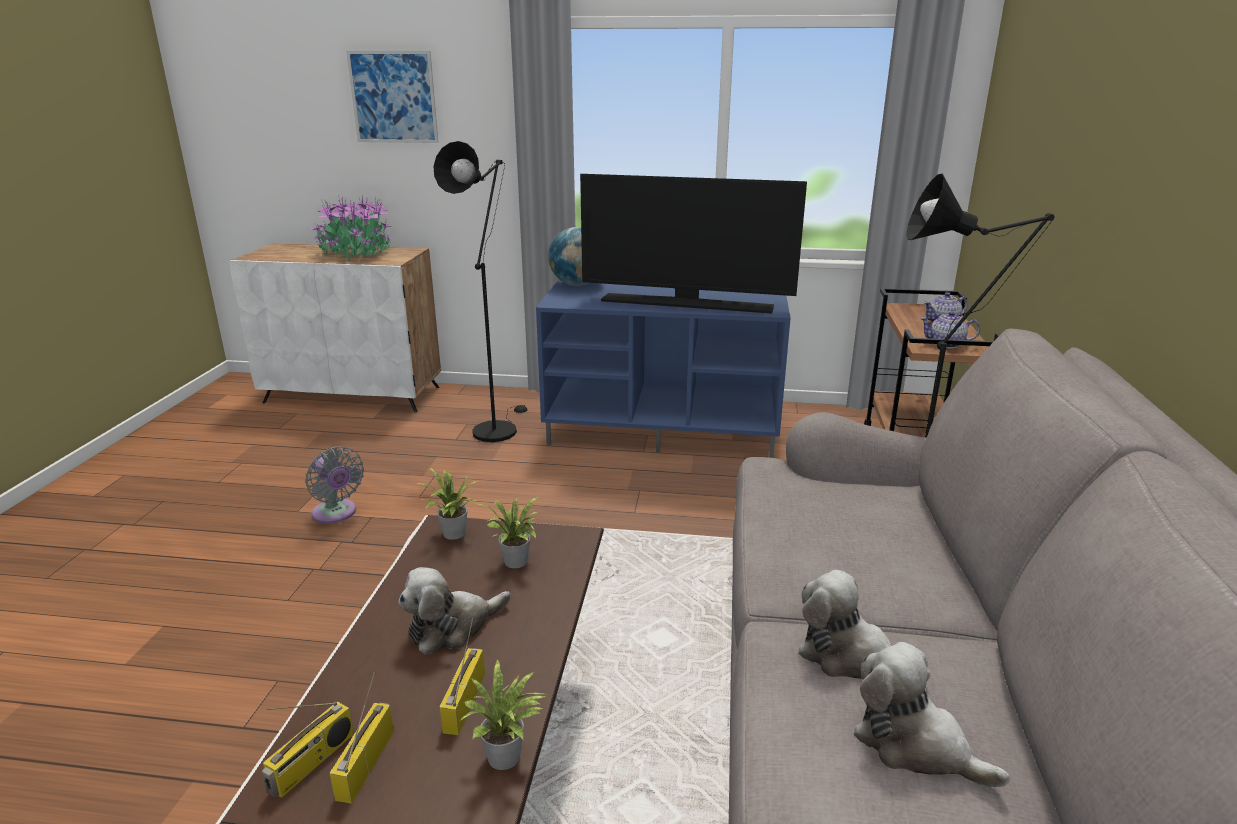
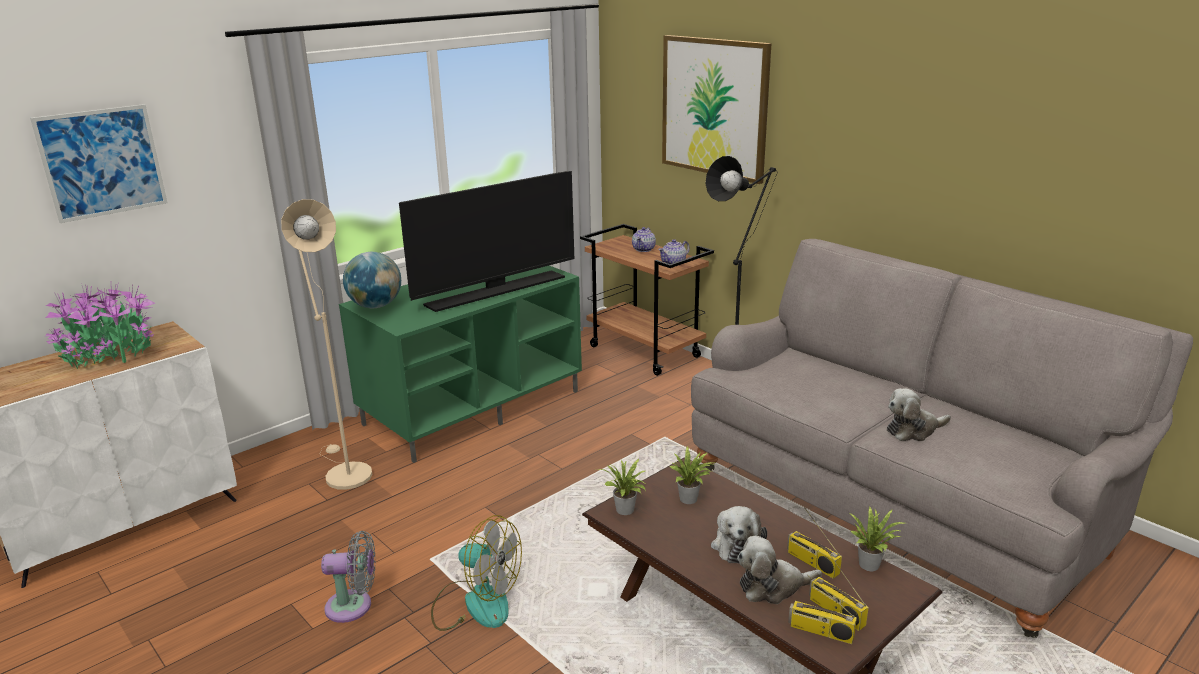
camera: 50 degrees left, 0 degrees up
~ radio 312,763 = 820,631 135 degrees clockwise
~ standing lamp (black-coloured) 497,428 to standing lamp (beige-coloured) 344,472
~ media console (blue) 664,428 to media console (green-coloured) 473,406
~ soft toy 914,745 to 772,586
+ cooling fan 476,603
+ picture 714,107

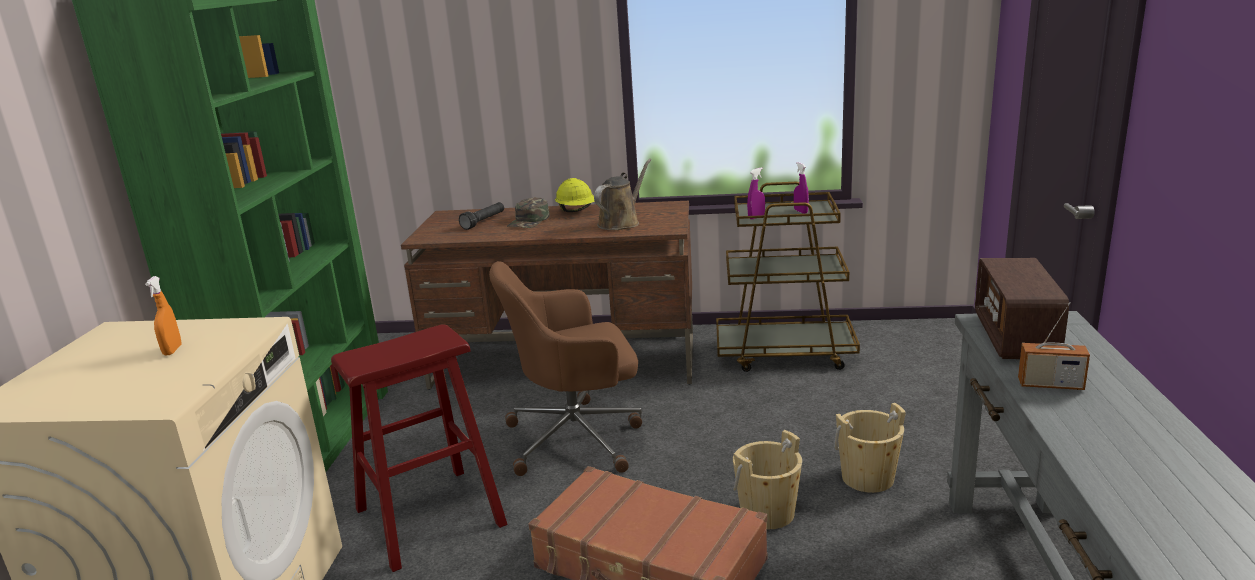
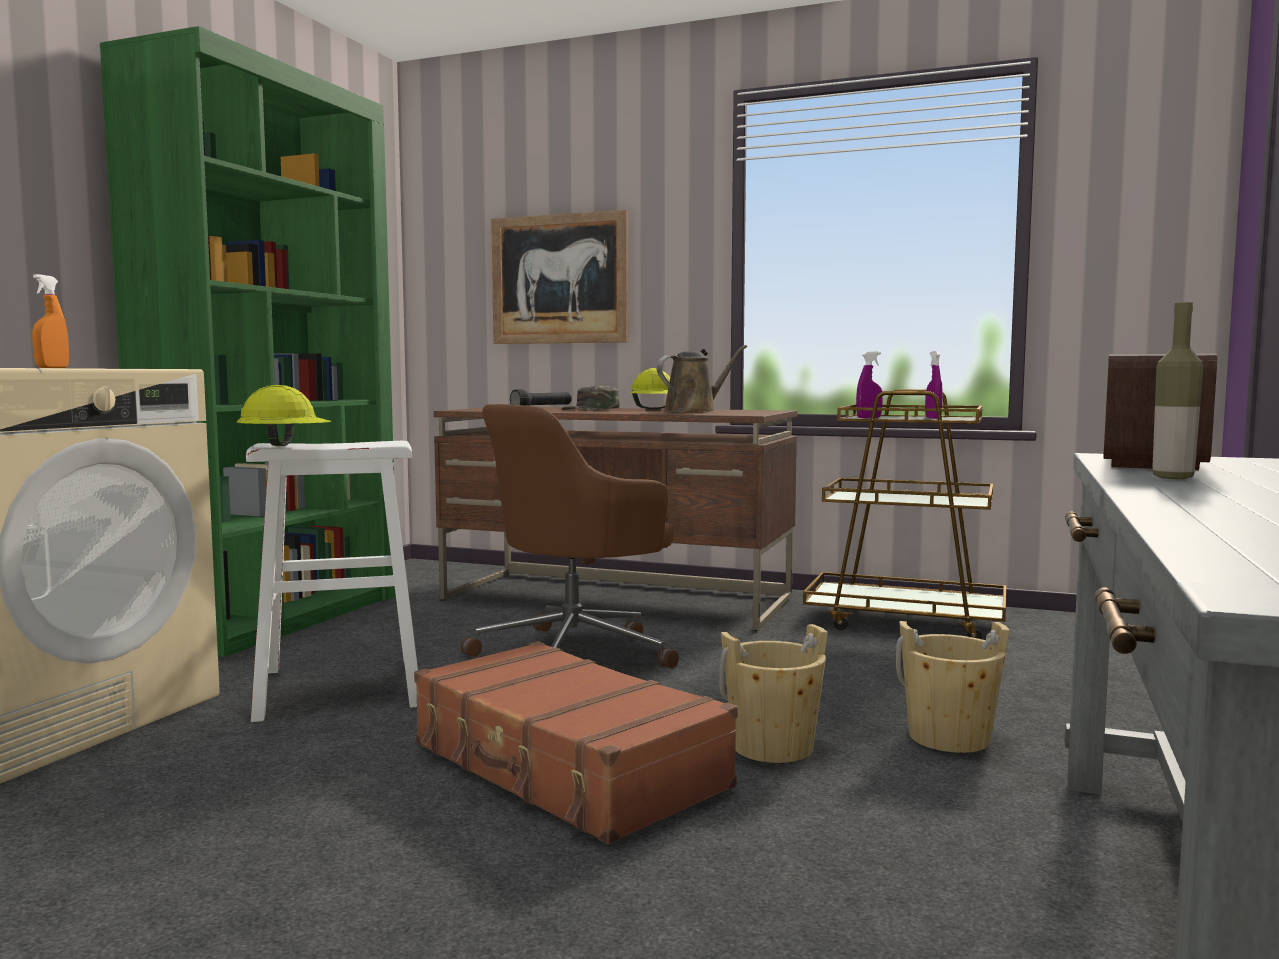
camera: 15 degrees right, 15 degrees down
~ stool (reddish) 430,516 to stool (whitish) 341,687
~ office chair (brownish) 577,438 = 575,653 45 degrees counterclockwise
~ radio 1050,385 to beverage bottle 1172,478
+ safety helmet (yellowish) 286,445
+ picture 559,279

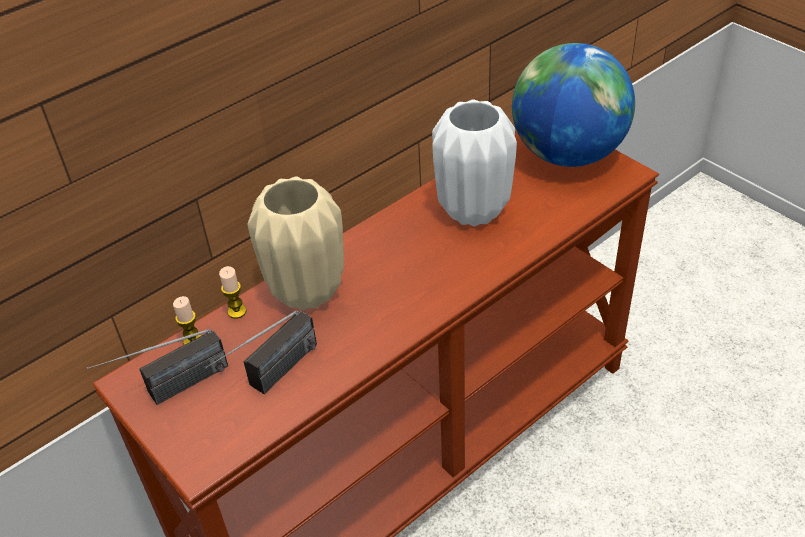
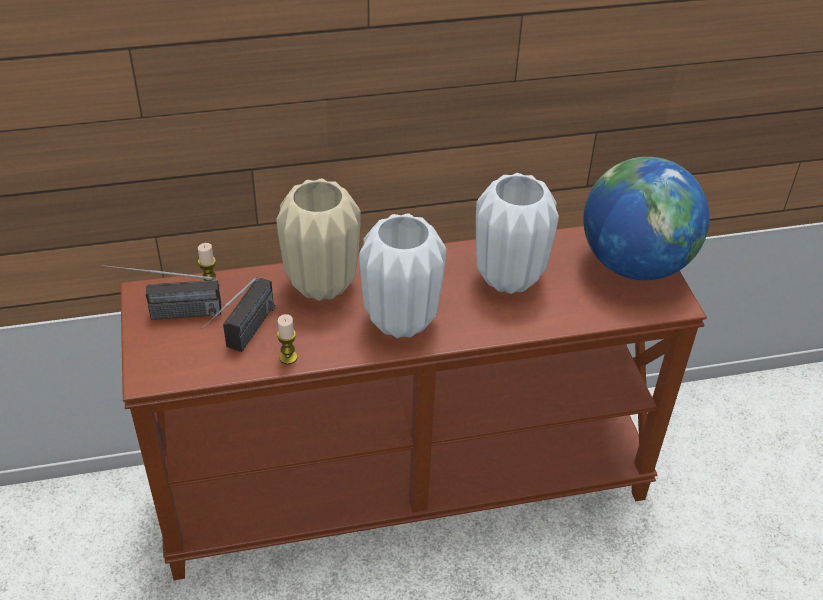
camera: 25 degrees right, 0 degrees up
~ radio 271,379 = 243,339 45 degrees counterclockwise
~ wax candle 237,311 to 288,357
+ flower vase (whitish) 400,321

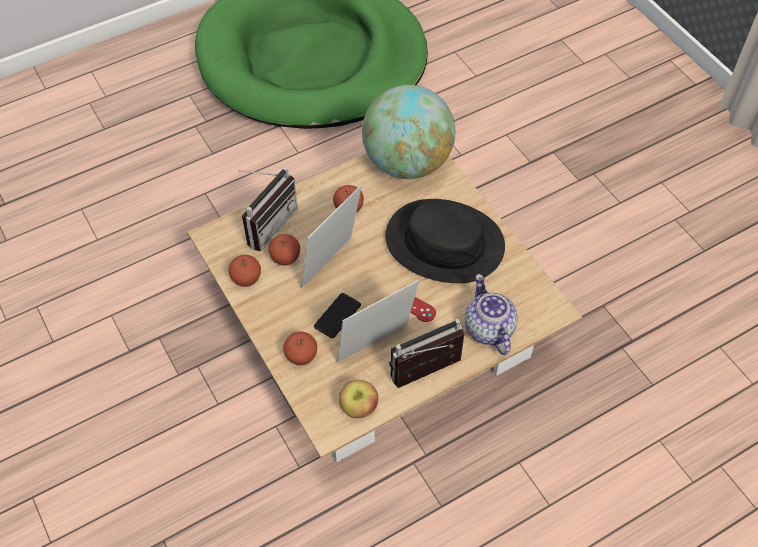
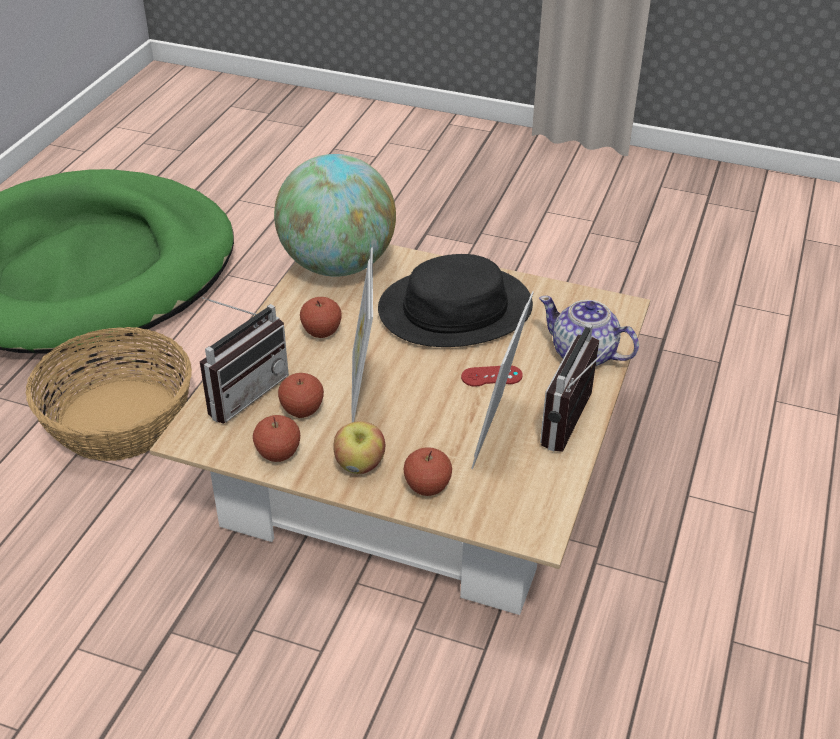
camera: 40 degrees left, 15 degrees down
~ radio 267,223 = 242,391 45 degrees clockwise
- phone 337,316
~ whole apple 358,407 to 360,465
+ basket 120,420

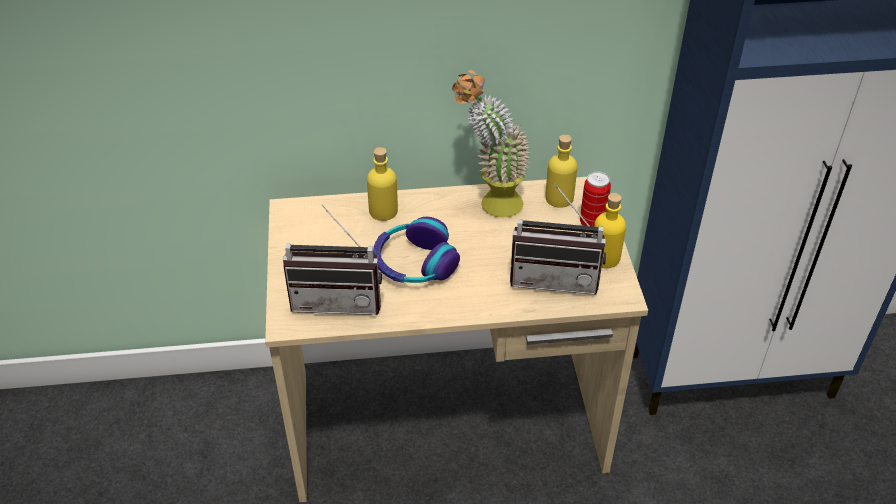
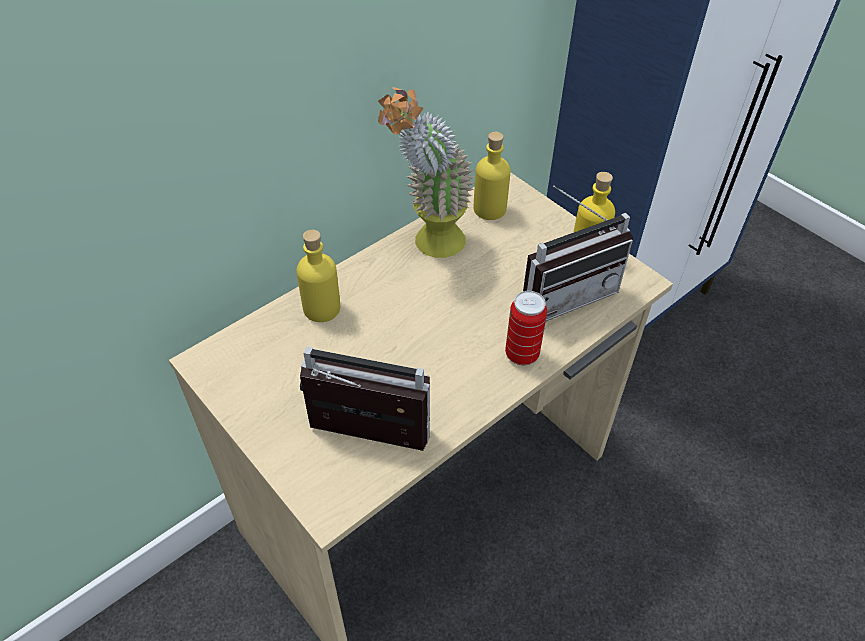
camera: 35 degrees left, 5 degrees up
~ radio 338,299 = 364,441 135 degrees counterclockwise
- pair of headphones 414,263
~ sealed can 592,223 to 522,354

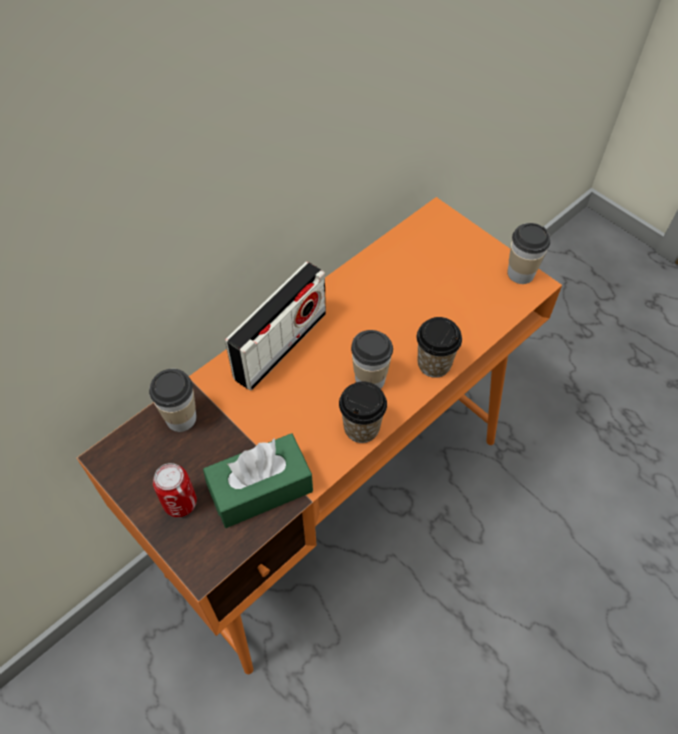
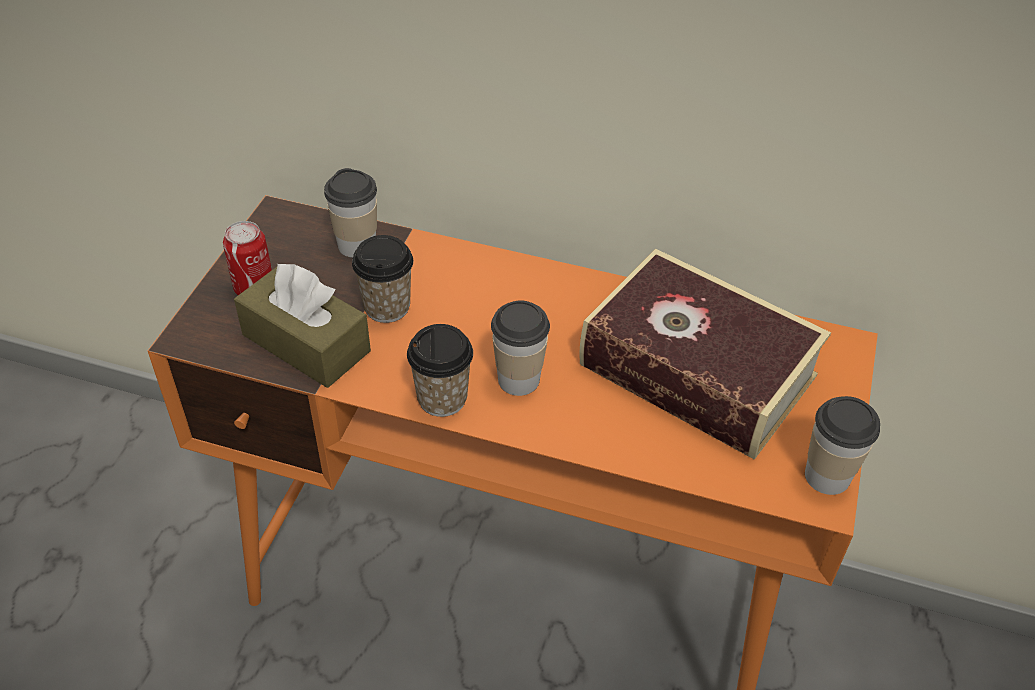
camera: 60 degrees right, 10 degrees down
~ tissue box (green-coloured) 260,489 to tissue box (brownish) 306,343
- radio 280,345
~ small cup 434,364 to 387,307
+ book 697,371

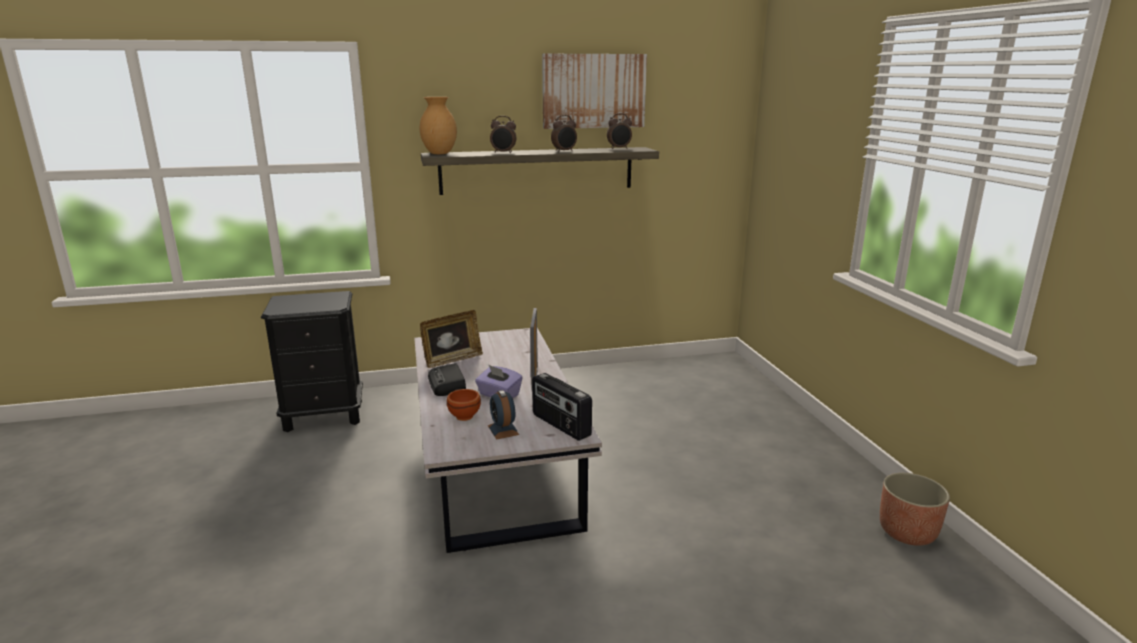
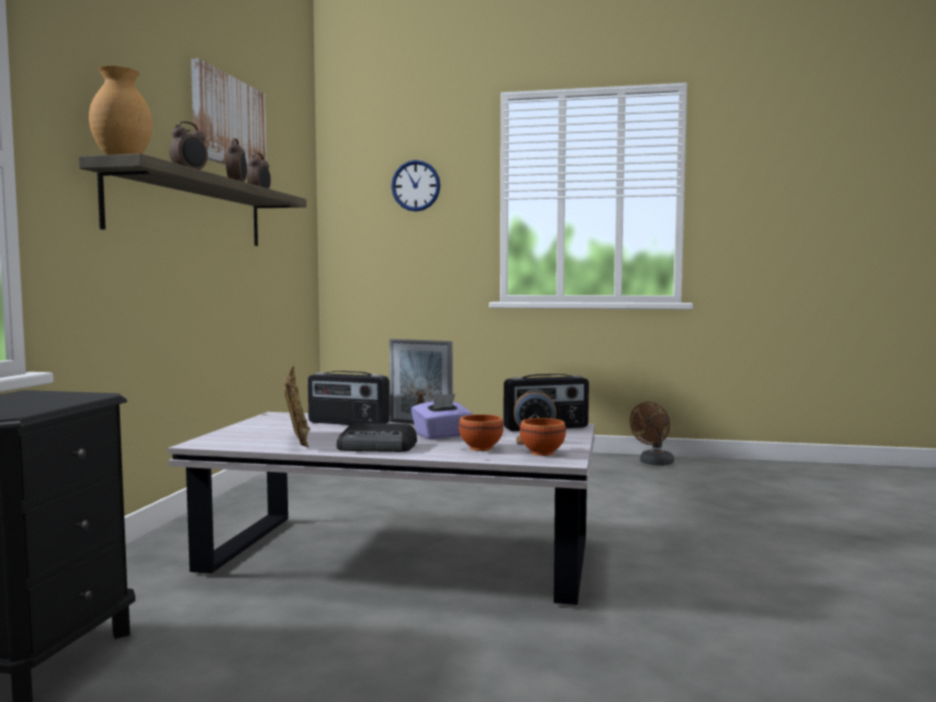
camera: 65 degrees left, 15 degrees down
~ flower pot 907,533 to cooling fan (brownish) 654,463
+ radio 348,423
+ wall clock 415,185
+ deep dish (brownish) 542,453

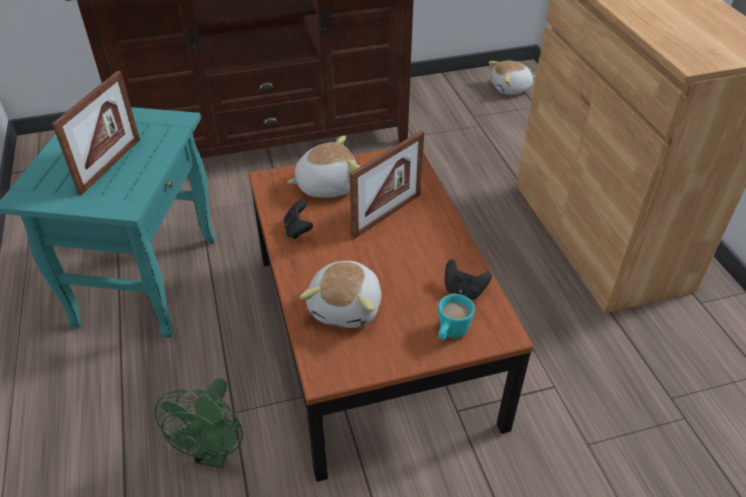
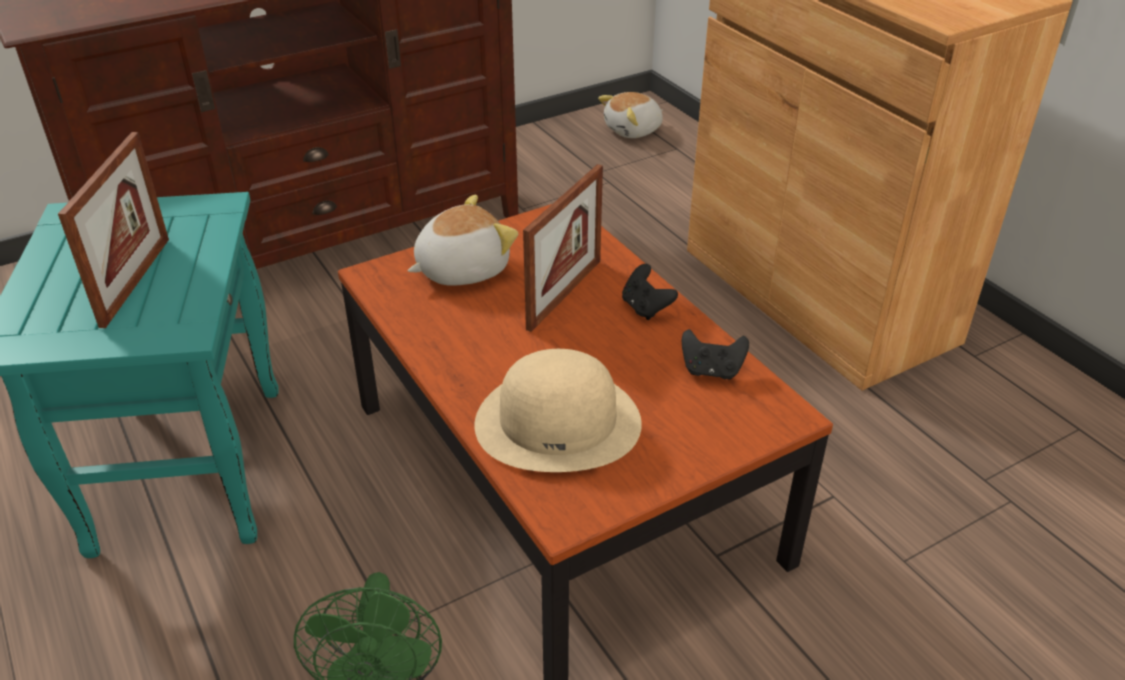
camera: 15 degrees left, 5 degrees down
~ joypad (black-coloured) 298,230 to 645,308
~ soft toy 347,307 to hat (beige-coloured) 558,422
- coffee mug (blue-green) 450,333

